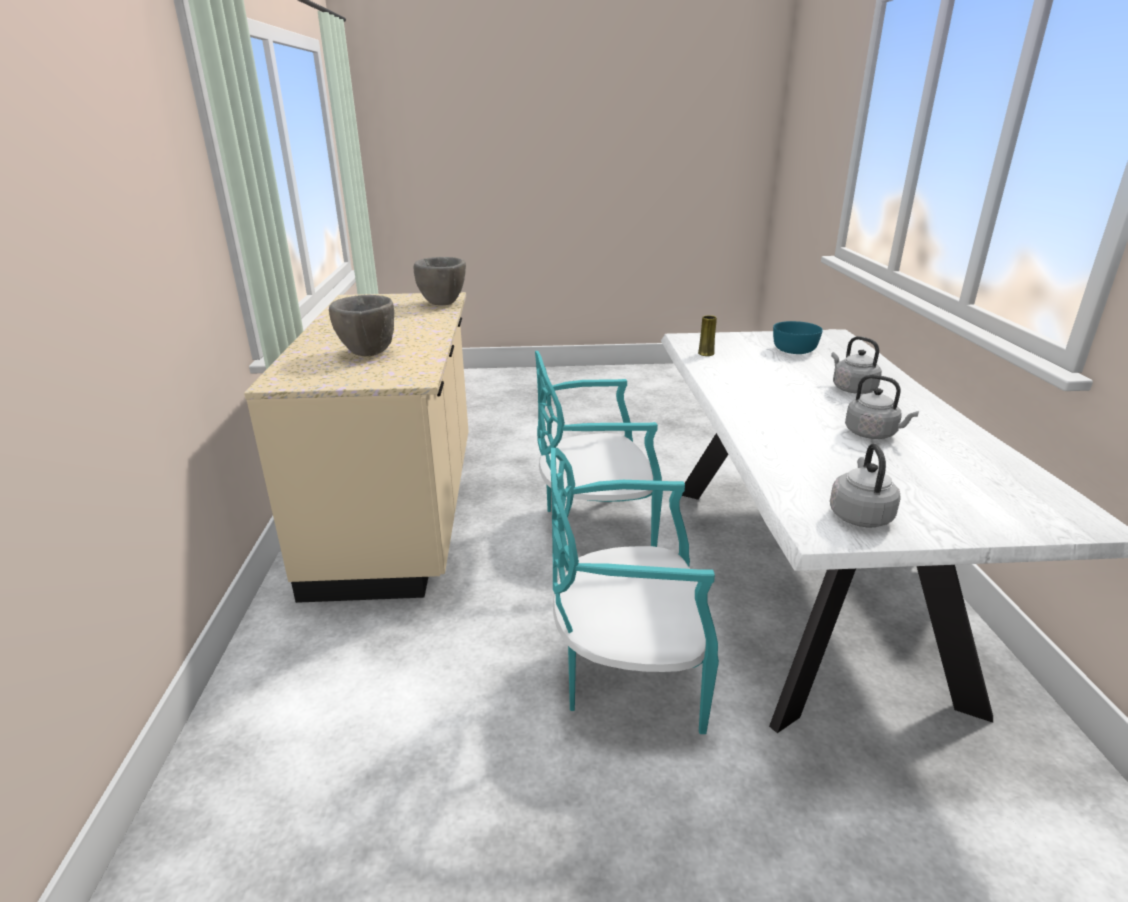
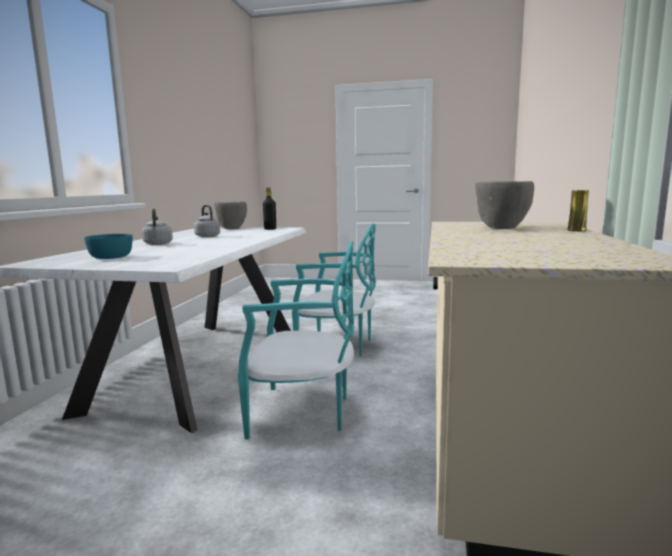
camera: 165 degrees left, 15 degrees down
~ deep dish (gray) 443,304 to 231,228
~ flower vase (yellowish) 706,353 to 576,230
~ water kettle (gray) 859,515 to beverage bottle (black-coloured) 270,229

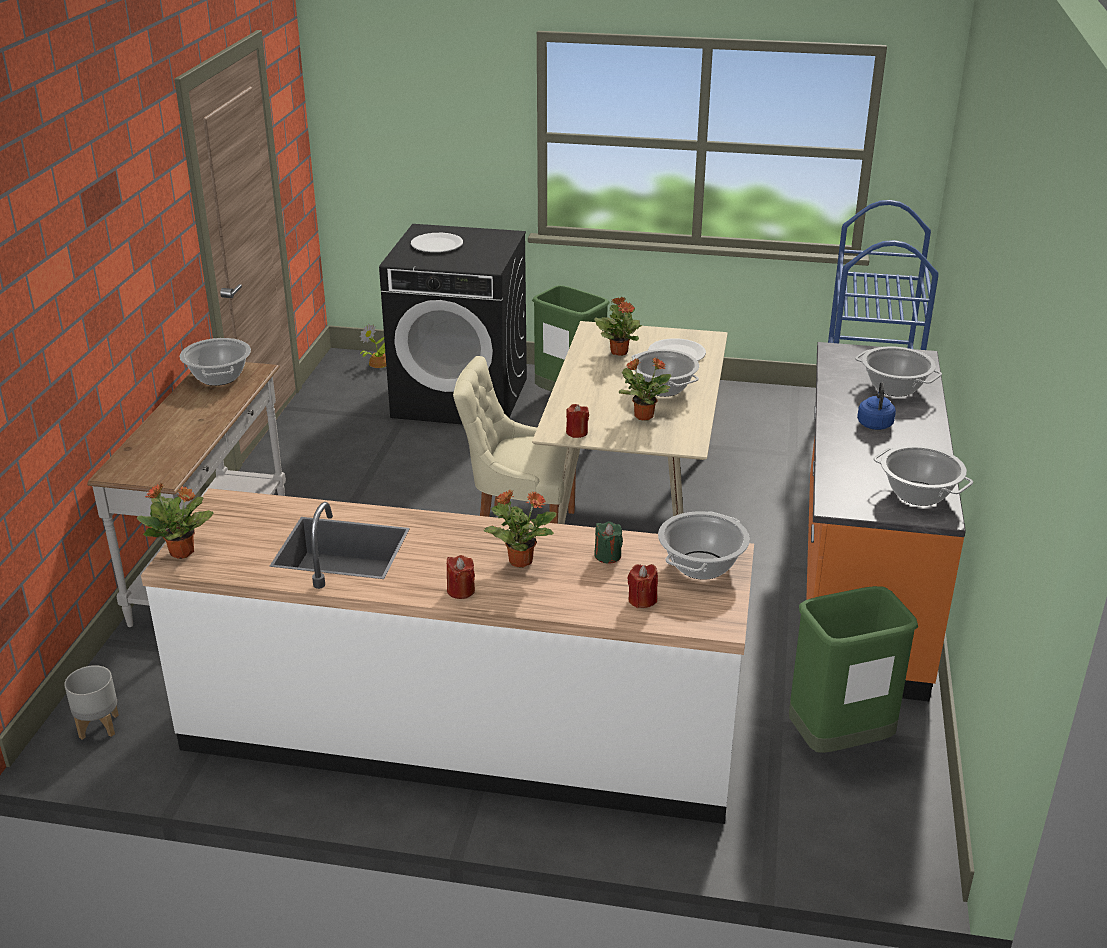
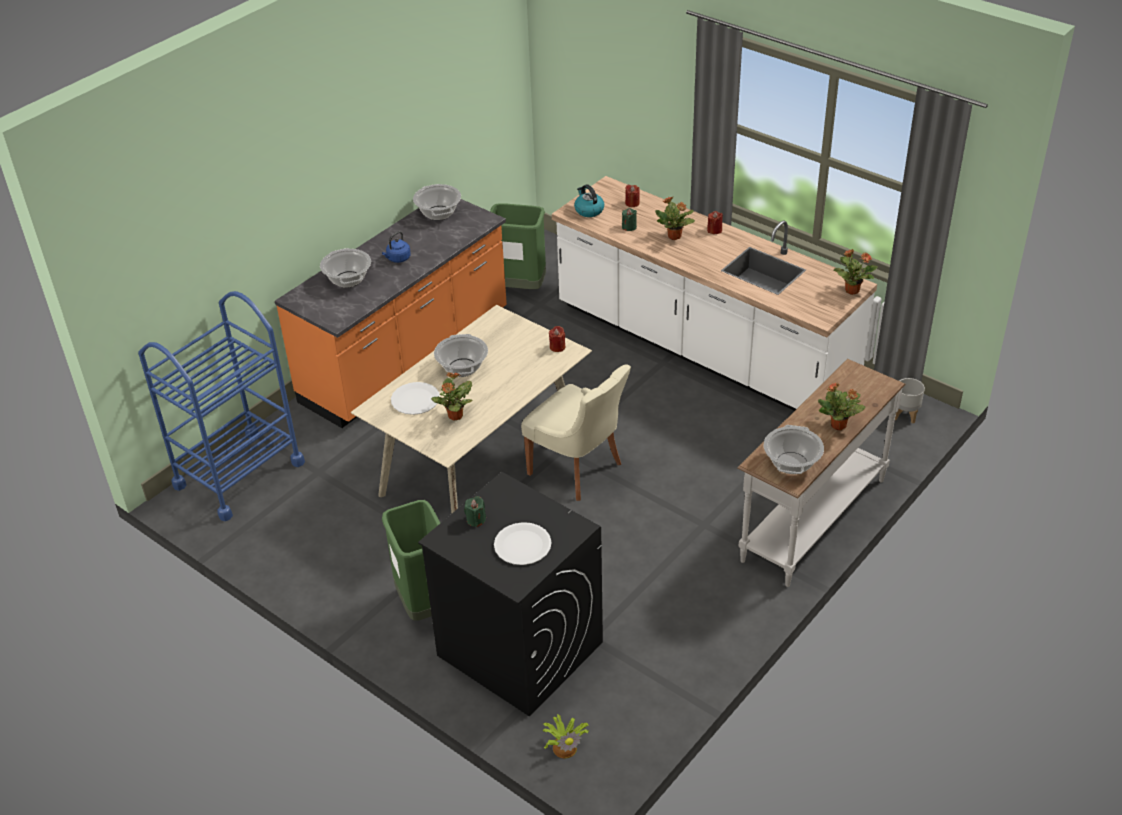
camera: 150 degrees left, 10 degrees up
~ plant in a pot 643,416 to 839,425
~ cooking pot 701,565 to water kettle 588,210
+ wax candle (green-coloured) 476,520

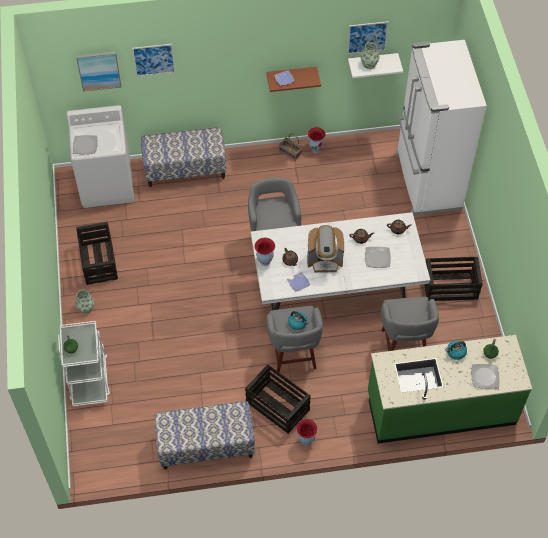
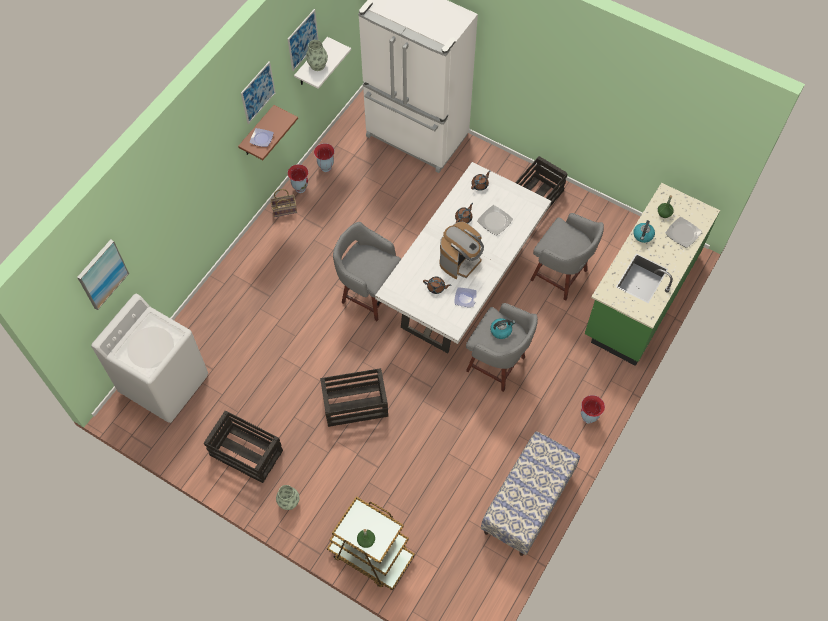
camera: 50 degrees left, 5 degrees up
~ wheeled cart (whitish) 89,378 to wheeled cart (brownish) 370,554
- dinner plate 85,145
~ picture 154,59 to 258,92
- bench 185,169
~ packing crate 278,406 to 355,404
~ flower vase 264,261 to 325,168

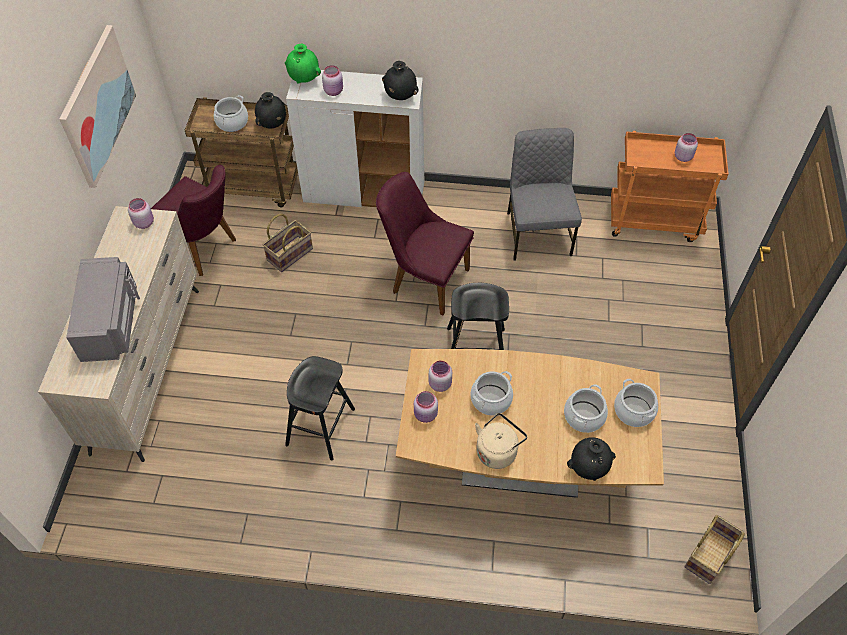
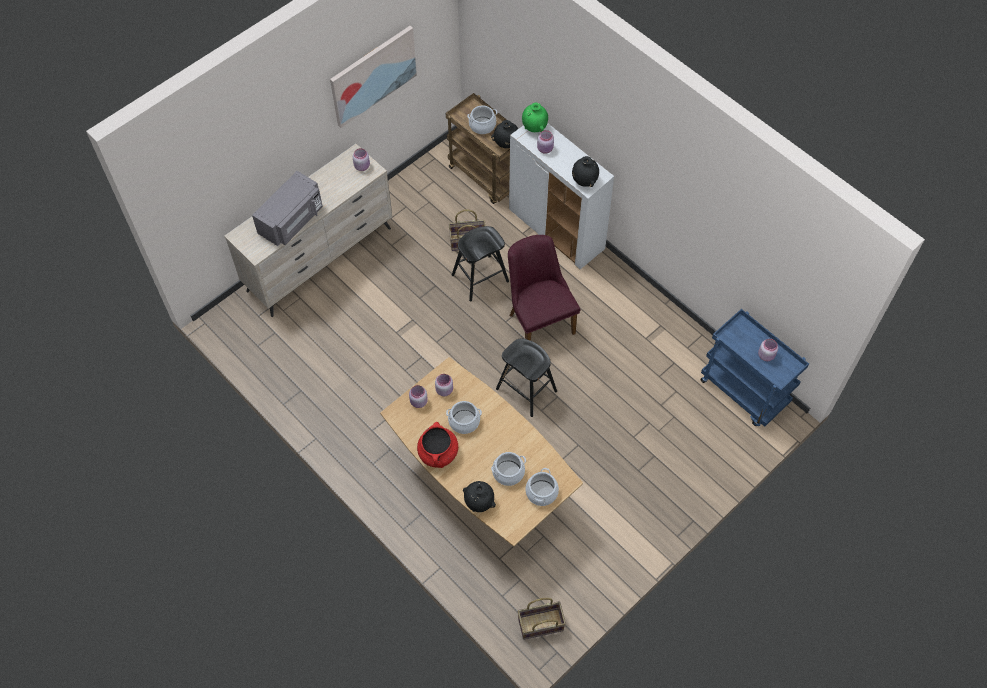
camera: 40 degrees right, 5 degrees up
- upright chair (purplish) 203,249
~ stool (black-coloured) 320,427 to 480,278
~ water kettle (beige-coloured) 497,450 to cooking pot (reddish) 438,453
- upright chair (gray) 537,233
~ wheeled cart (orange-coloured) 654,221 to wheeled cart (blue) 744,392

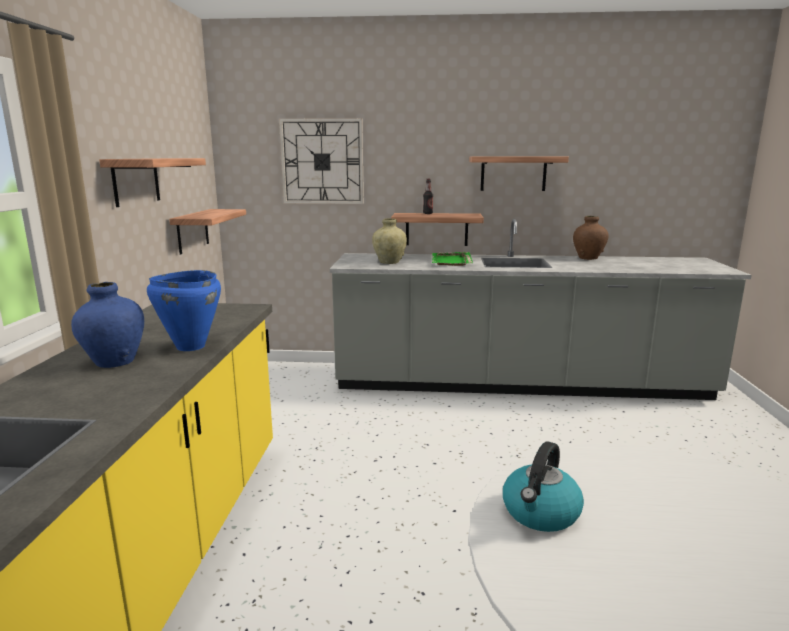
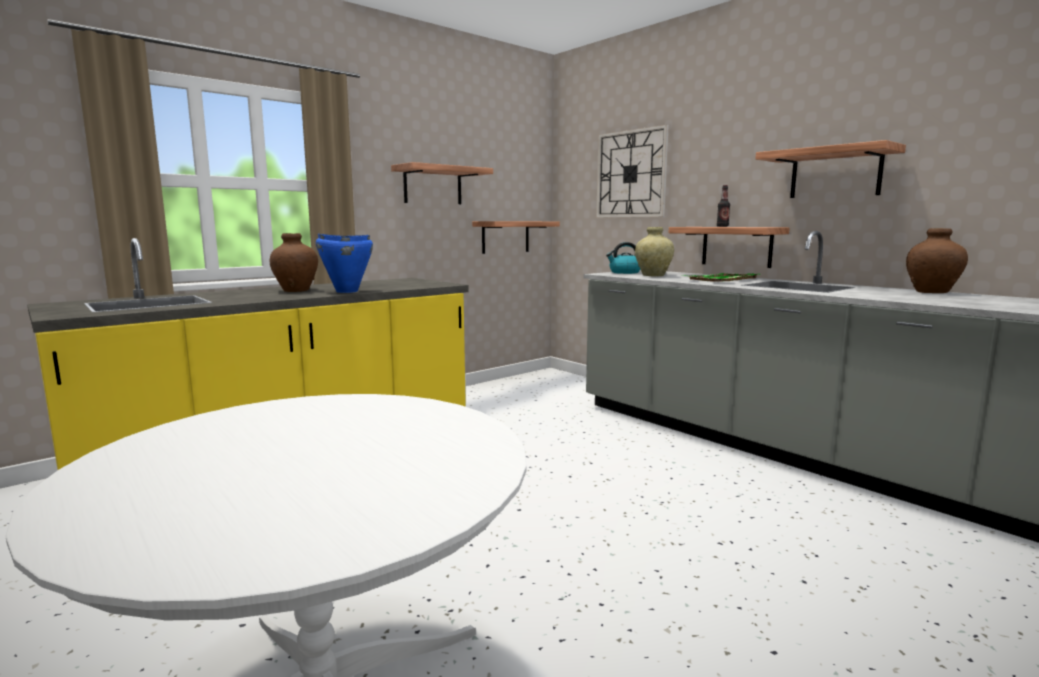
camera: 45 degrees right, 5 degrees down
~ flower vase (blue) 114,362 to flower vase (brownish) 296,290
~ water kettle 540,513 to 624,272

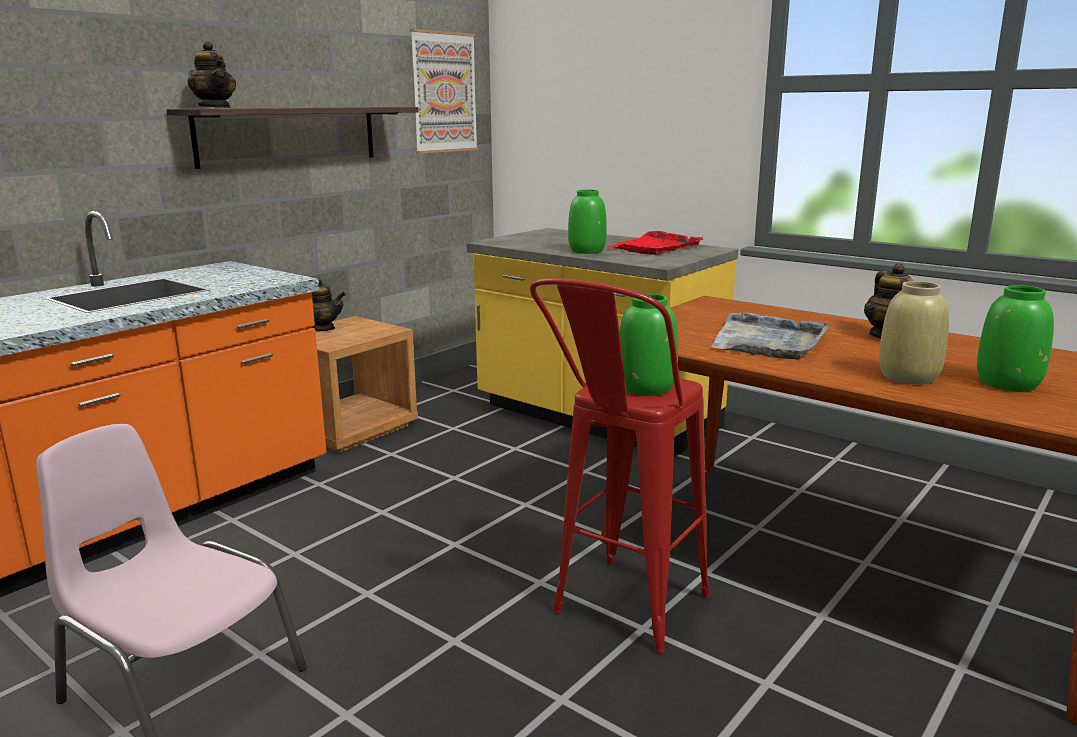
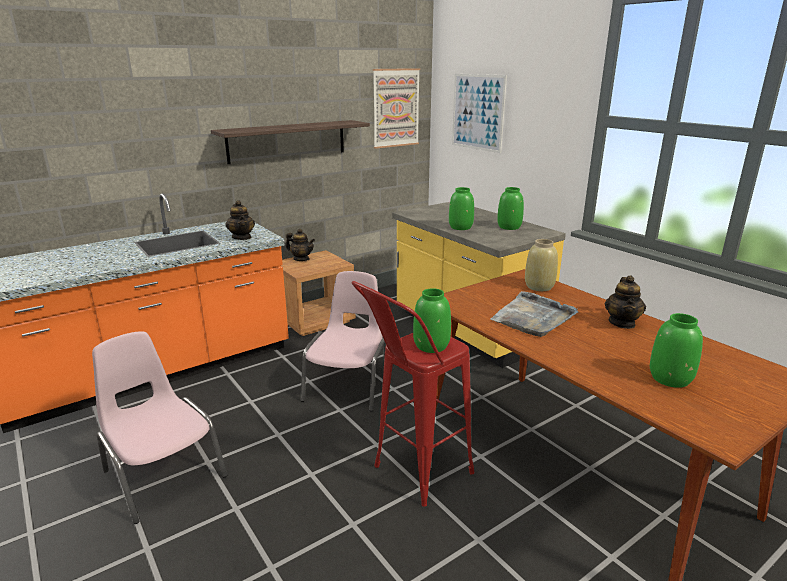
camera: 15 degrees right, 5 degrees up
~ pot for tea 215,108 to 242,237
~ tray (reddish) 655,247 to flower vase (green-coloured) 509,227
~ flower vase (beige-coloured) 909,377 to 539,287
+ upright chair (pinkish) 348,385
+ picture 478,112

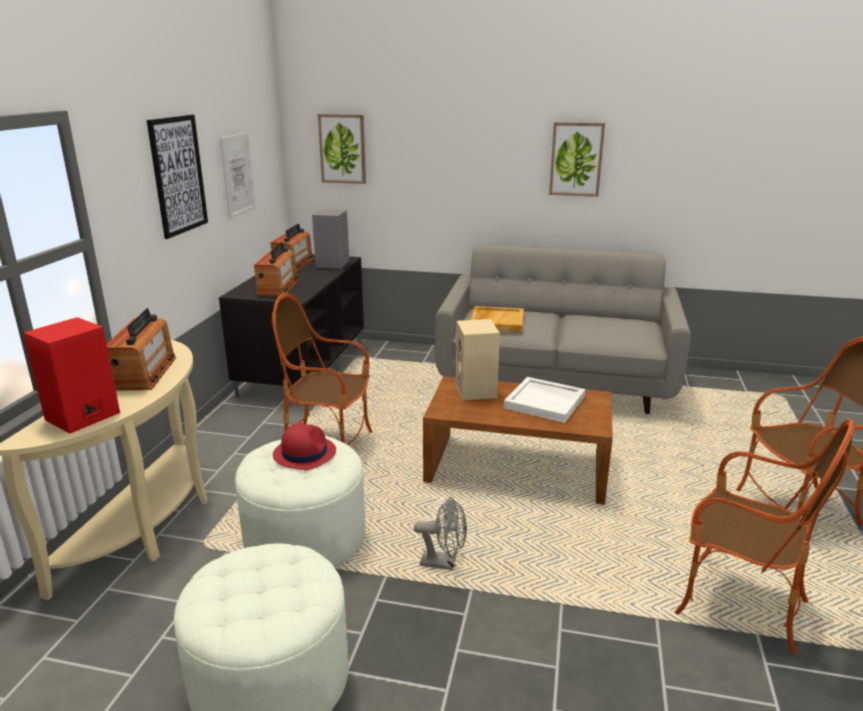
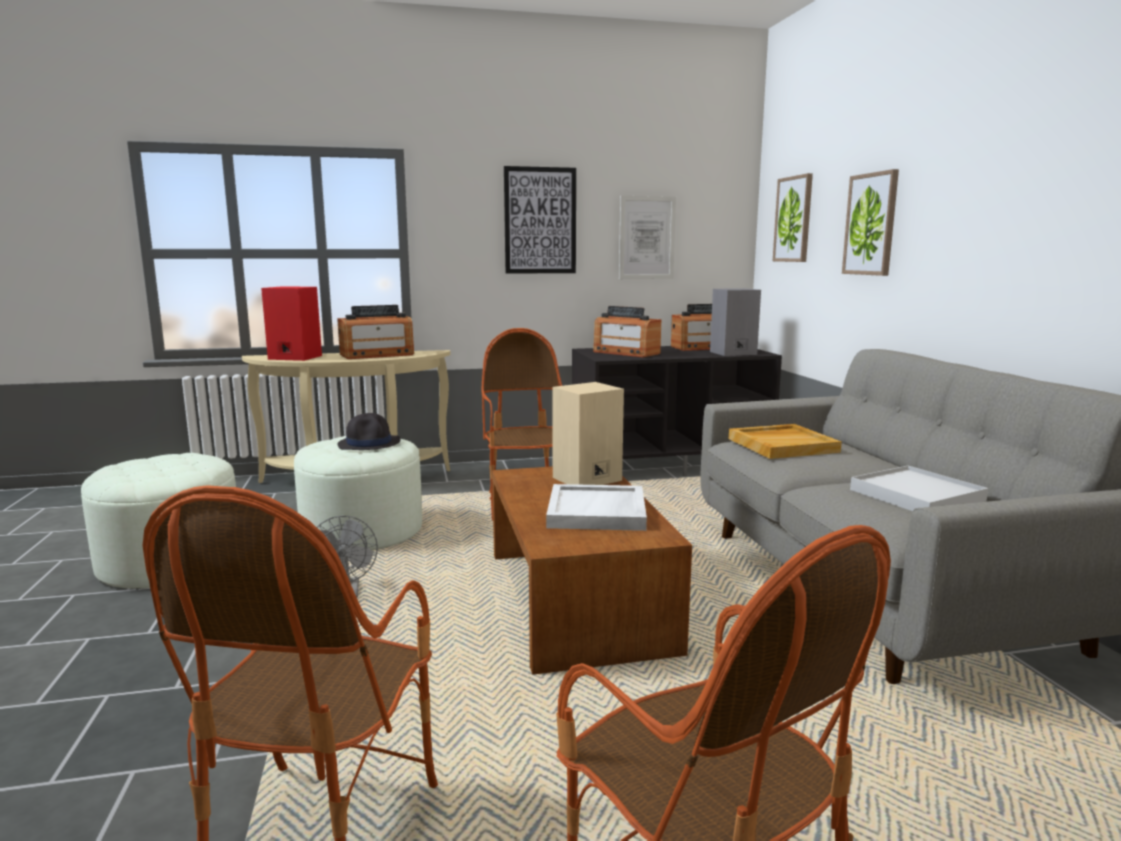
camera: 65 degrees right, 10 degrees down
~ radio 278,287 = 626,353 60 degrees clockwise
~ hat (reddish) 304,453 to hat (black-coloured) 369,443
~ picture 576,159 to 871,224
+ tray (whitish) 917,495

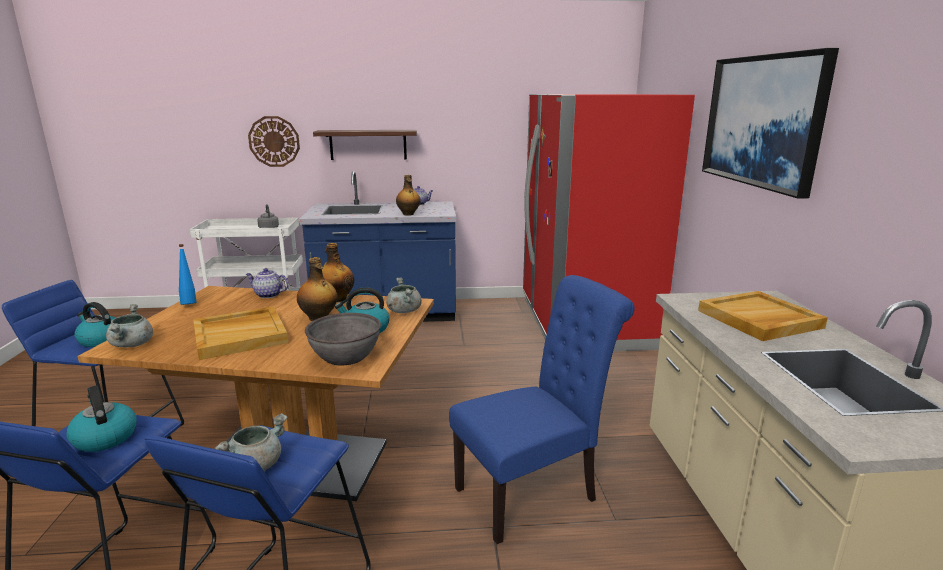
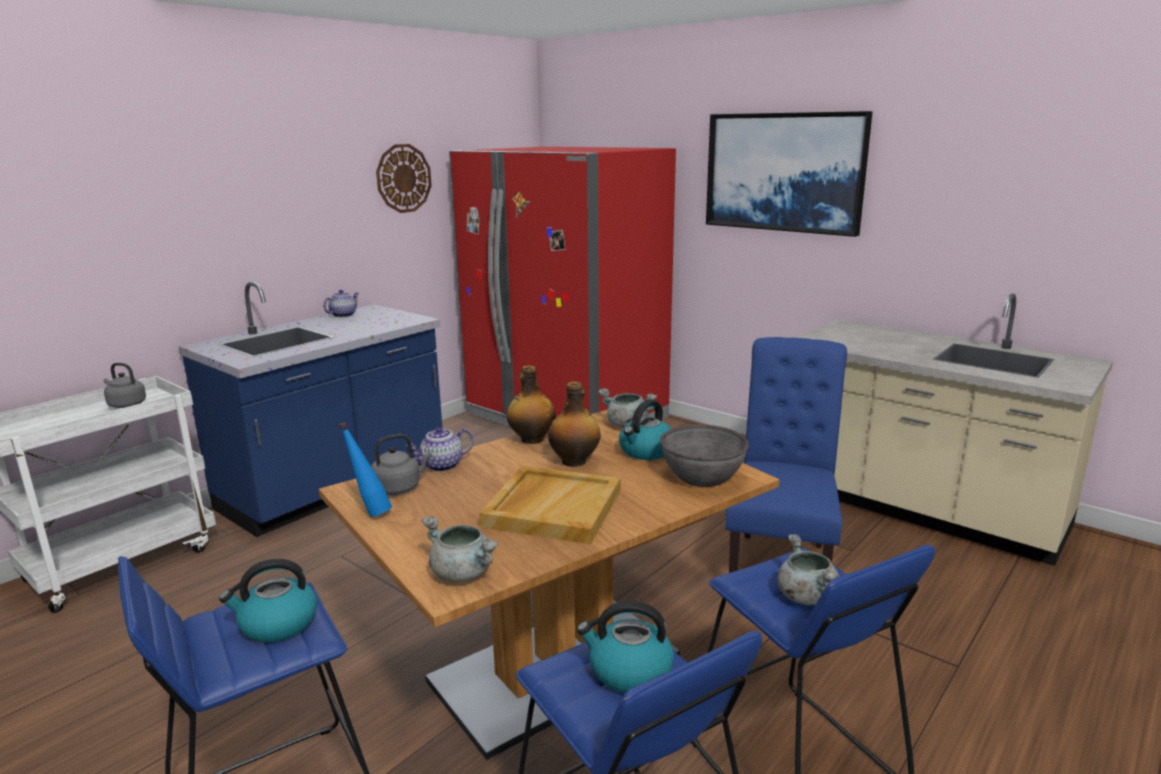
camera: 45 degrees left, 0 degrees up
~ wall clock 274,141 to 403,178
- shelf 368,144
- beverage bottle 408,214
- tray (beige-coloured) 759,319
+ water kettle (gray) 399,488

